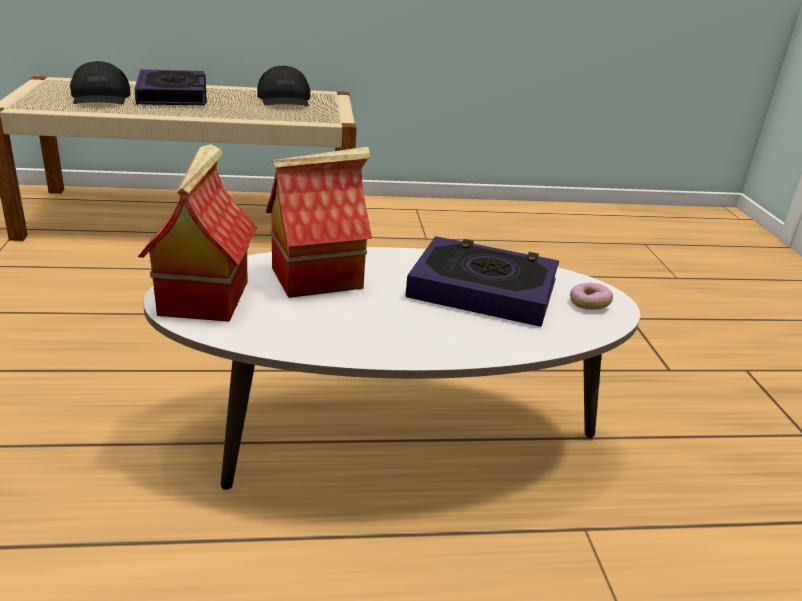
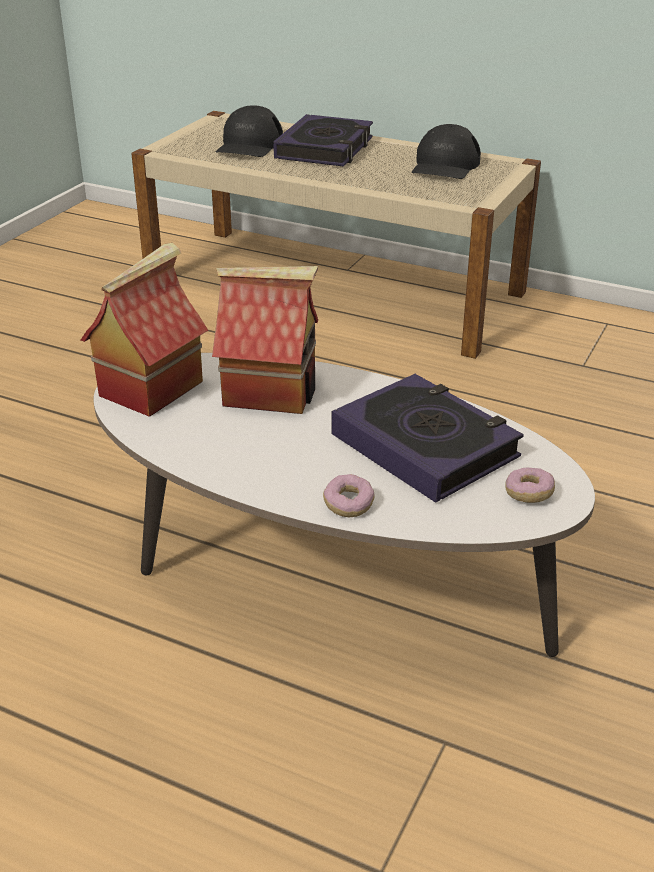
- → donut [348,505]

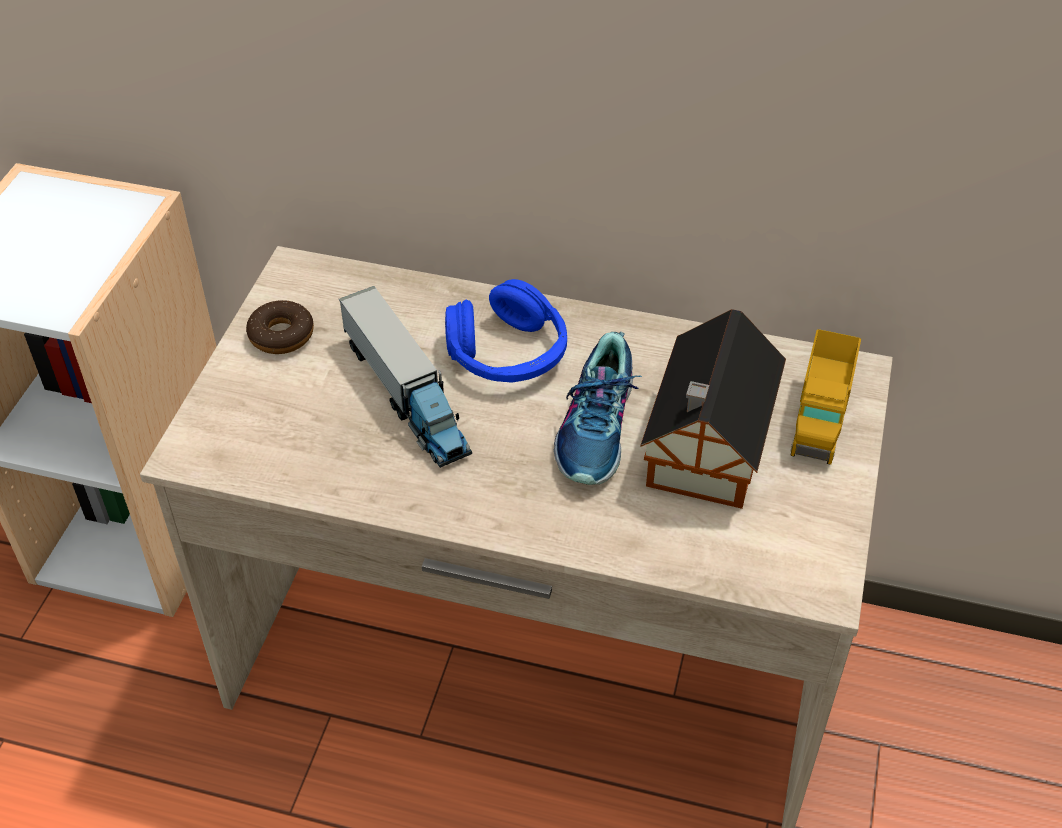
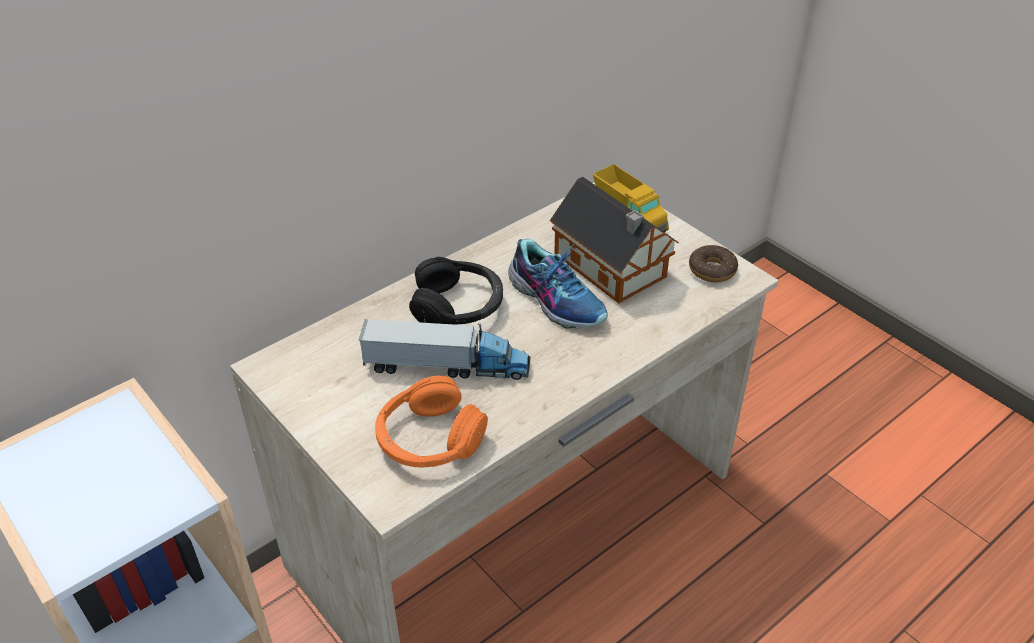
- → orange_pair_of_headphones [429,439]
blue_pair_of_headphones [507,354] → blackish_pair_of_headphones [458,306]
donut [281,335] → donut [712,270], moved

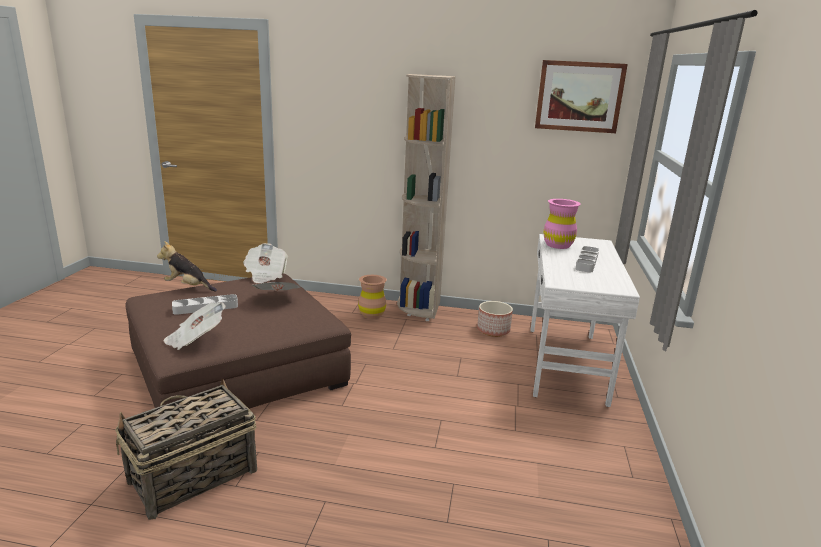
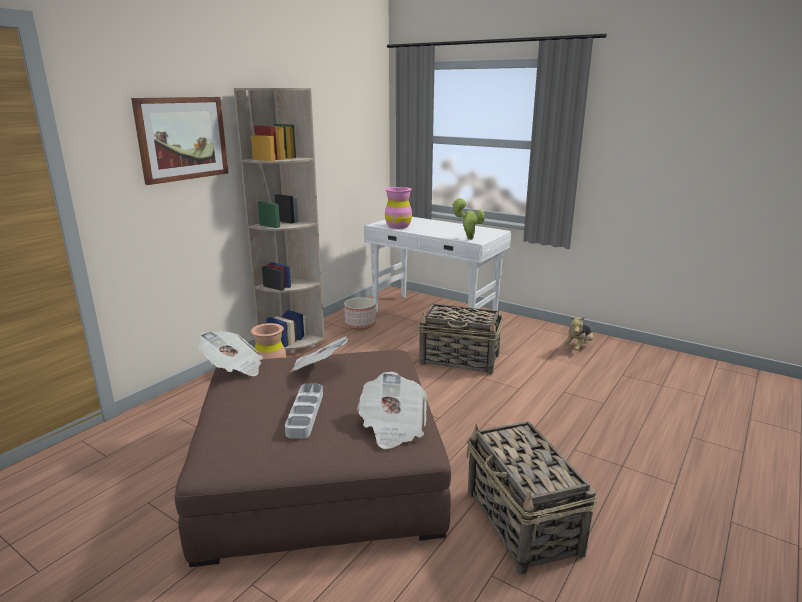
picture [579,96] → picture [182,138], moved
- → storage_basket [460,360]
- → potted_plant [468,238]
cuddly_toy [188,287] → cuddly_toy [578,347], moved
grey_tray [587,262] → -

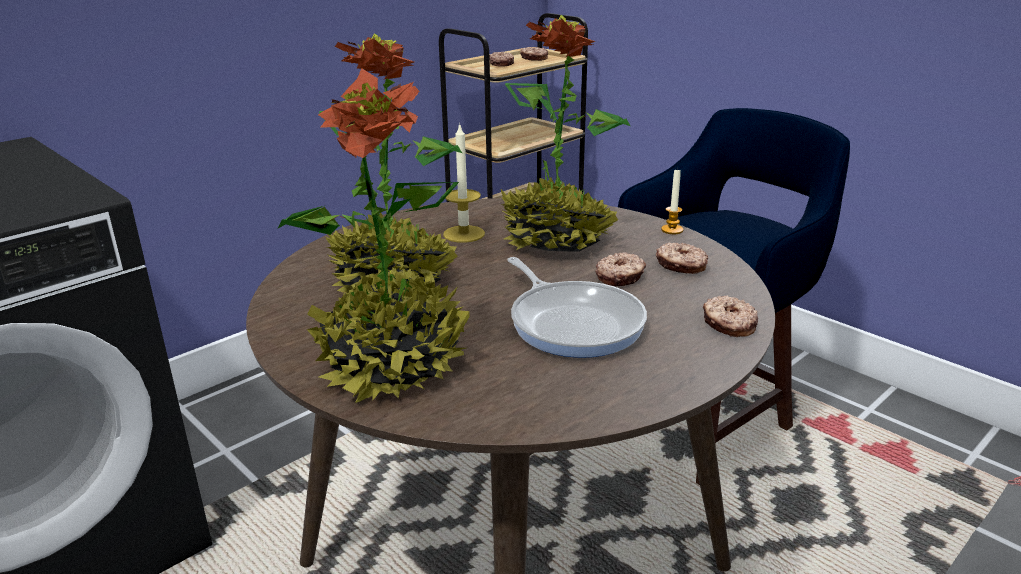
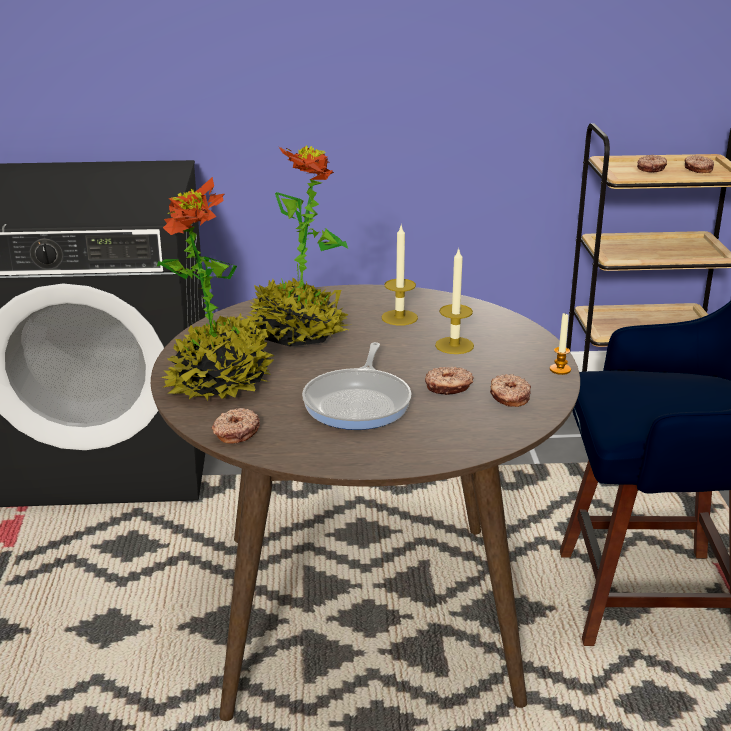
donut [728,324] → donut [235,432], moved
potted_plant [556,240] → candle [454,345]

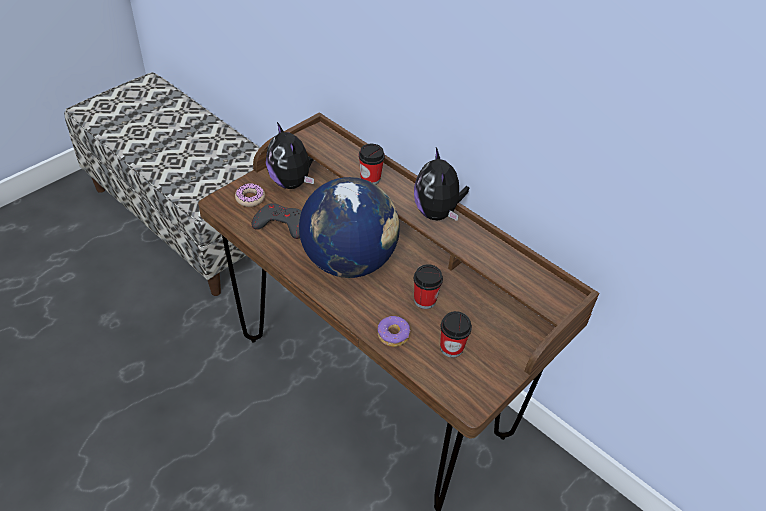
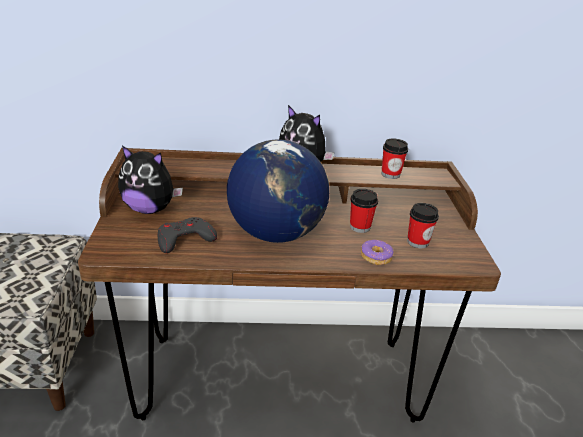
small_cup [370,179] → small_cup [390,174], moved
donut [250,198] → -

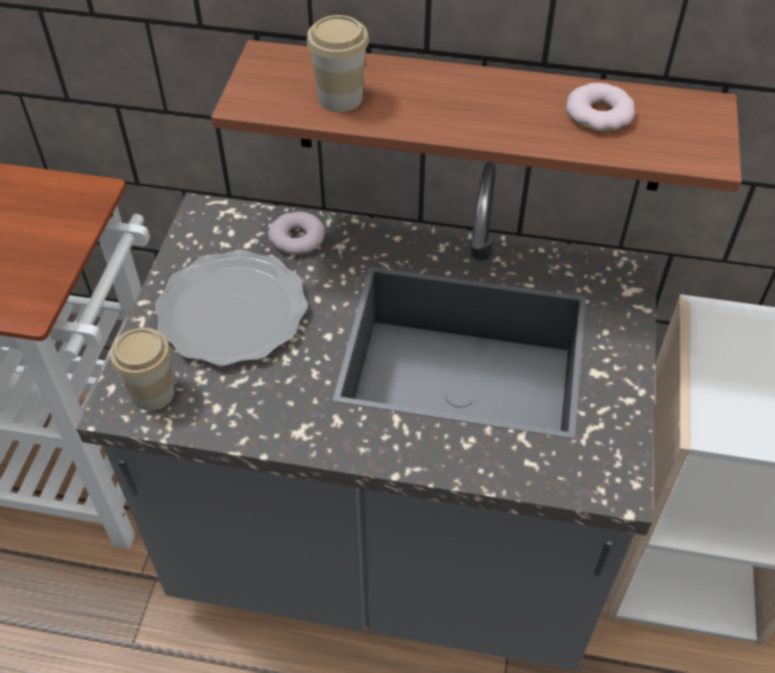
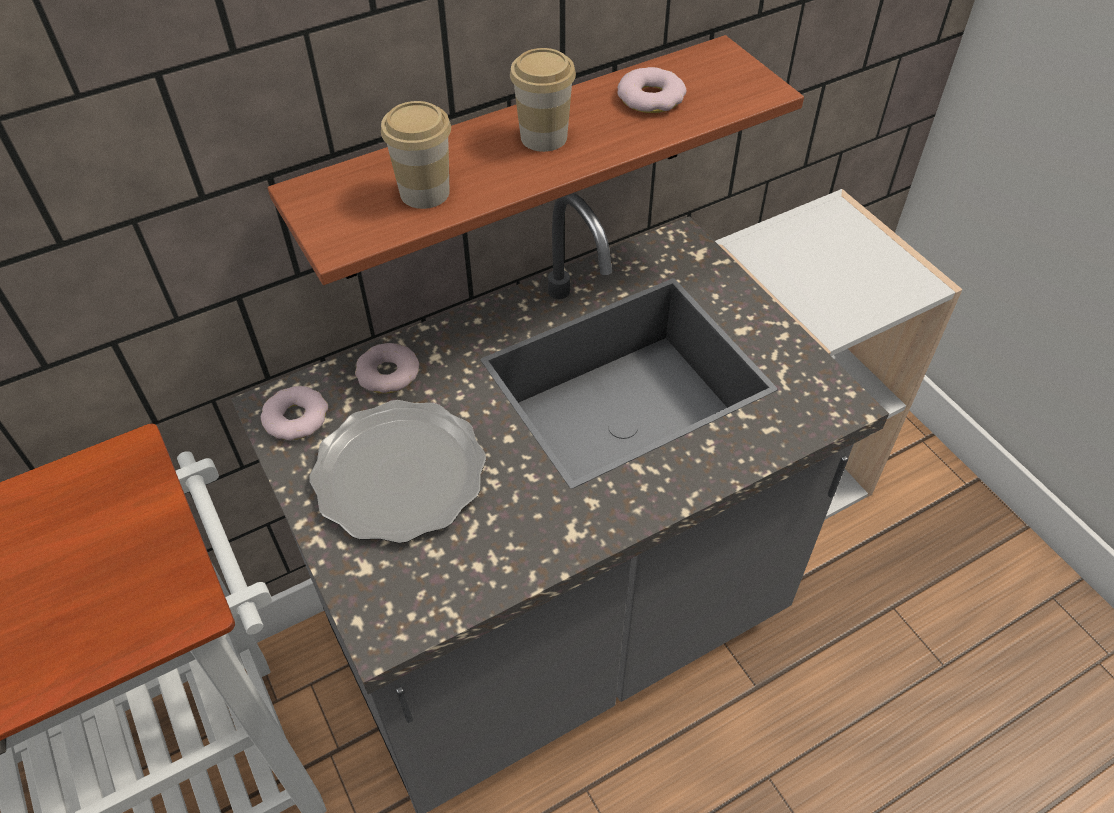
- → donut [296,418]
small_cup [153,393] → small_cup [543,137], moved

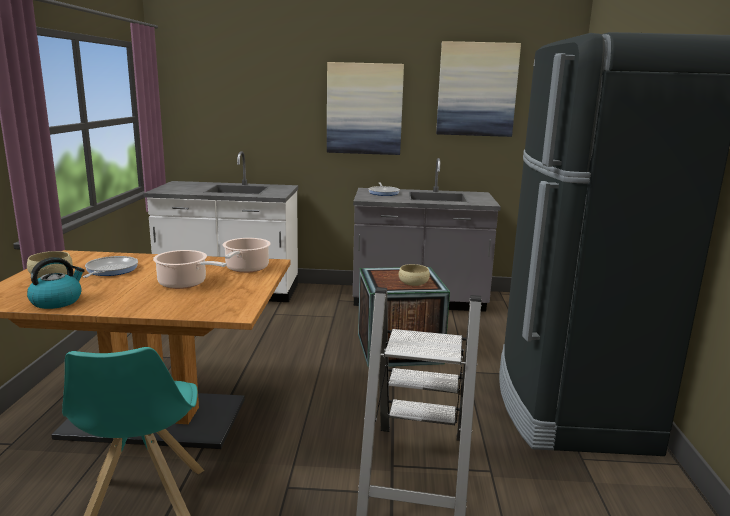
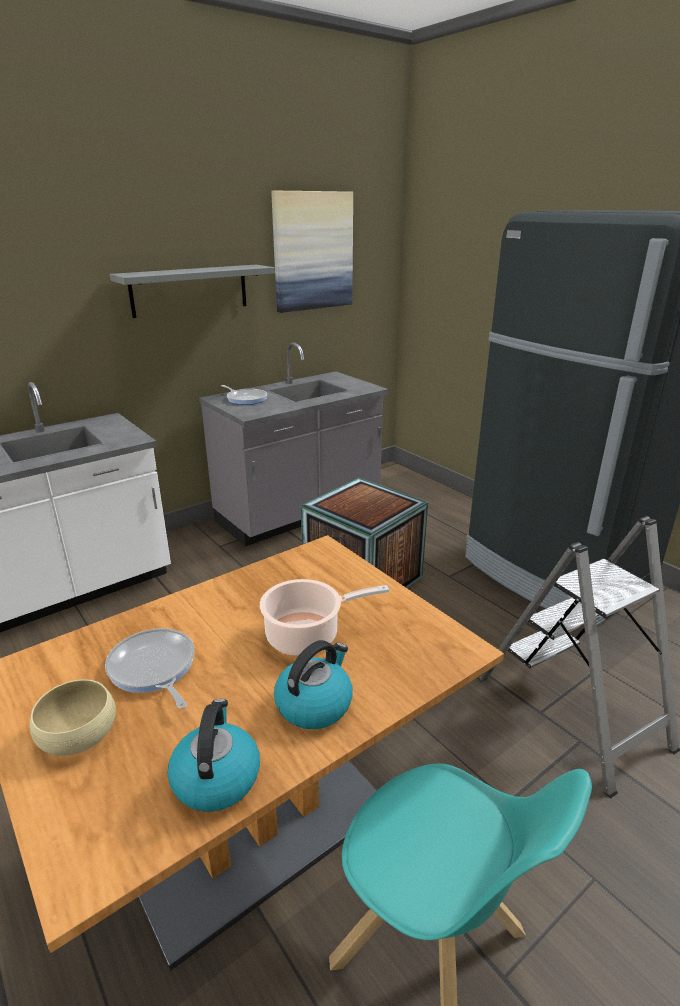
picture [364,109] → grey_shelf [190,290]
- → kettle [314,704]
saucepot [246,269] → -
beige-coloured_bowl [413,283] → -

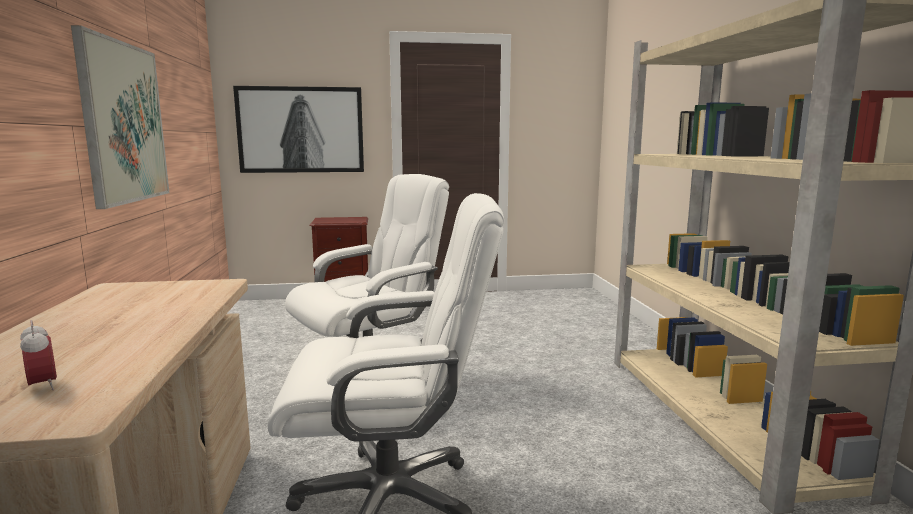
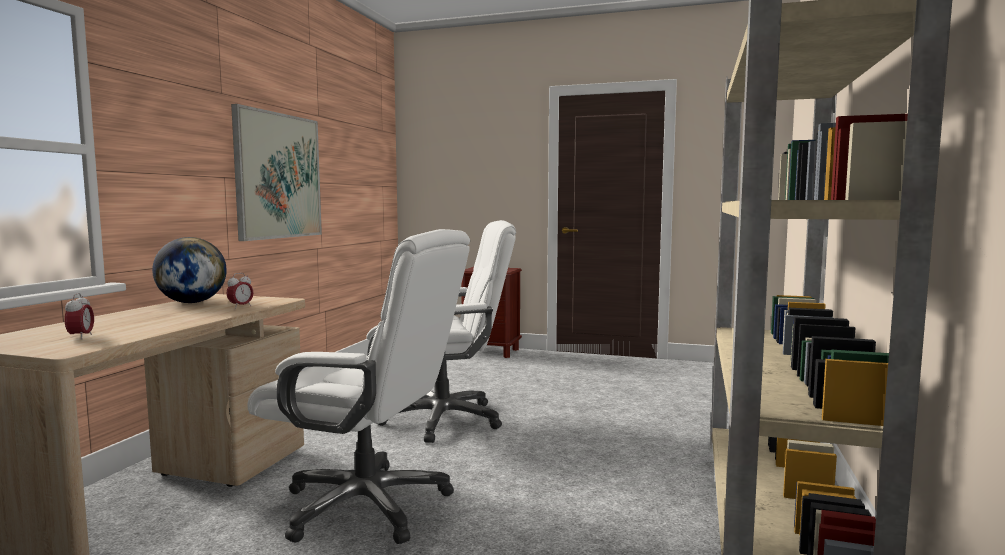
- → world_globe [192,302]
- → bedside_clock [240,307]
picture [300,130] → -

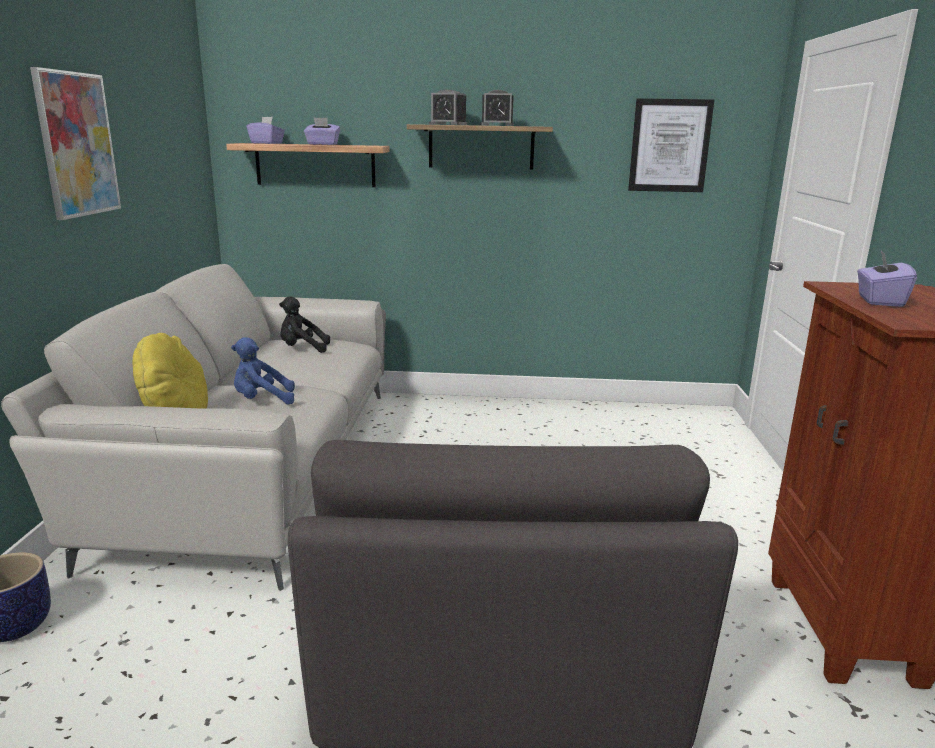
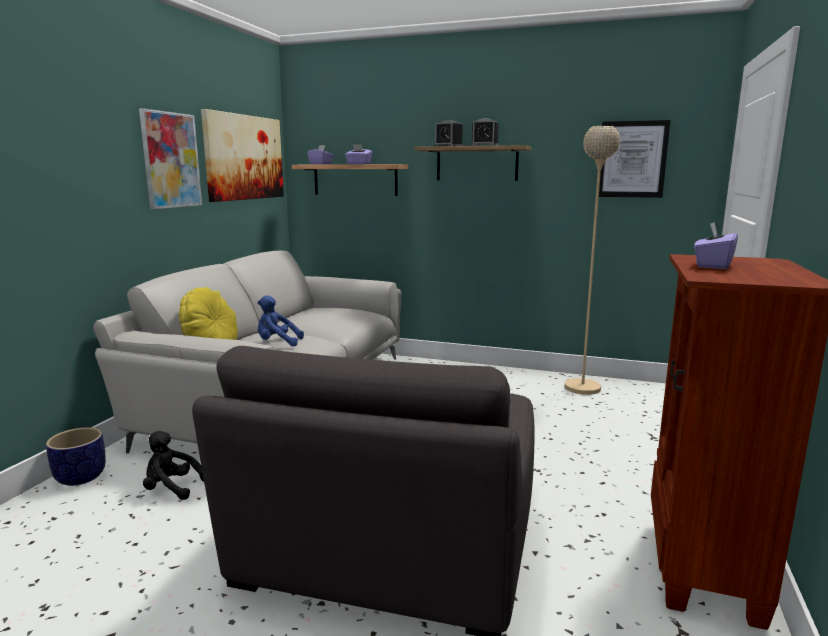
blackish_cuddly_toy [302,349] → blackish_cuddly_toy [172,489], moved
- → picture [244,157]
- → beige-coloured_standing_lamp [582,388]

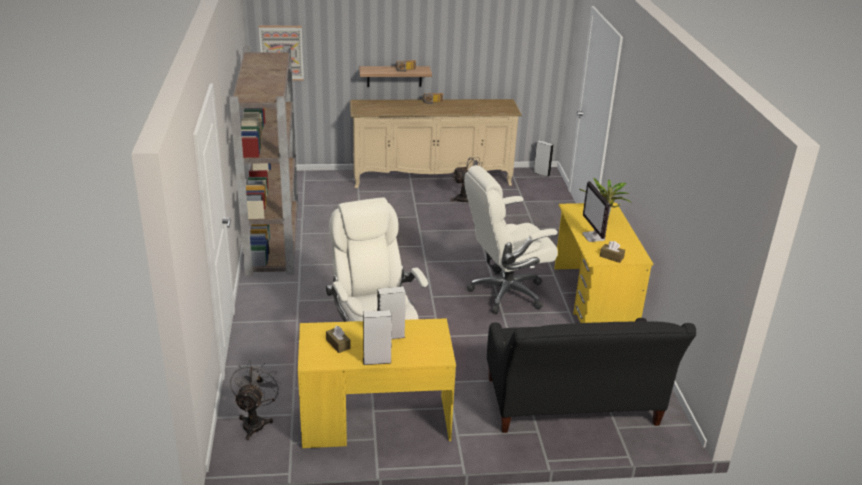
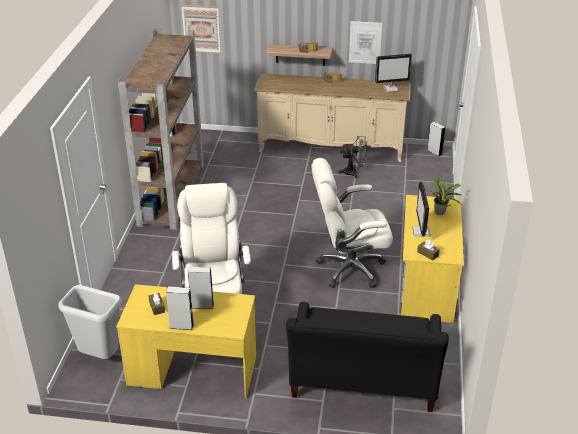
grey_fan [255,422] → grey_waste_bin [99,357]
- → picture [365,42]
- → computer_screen [391,88]

